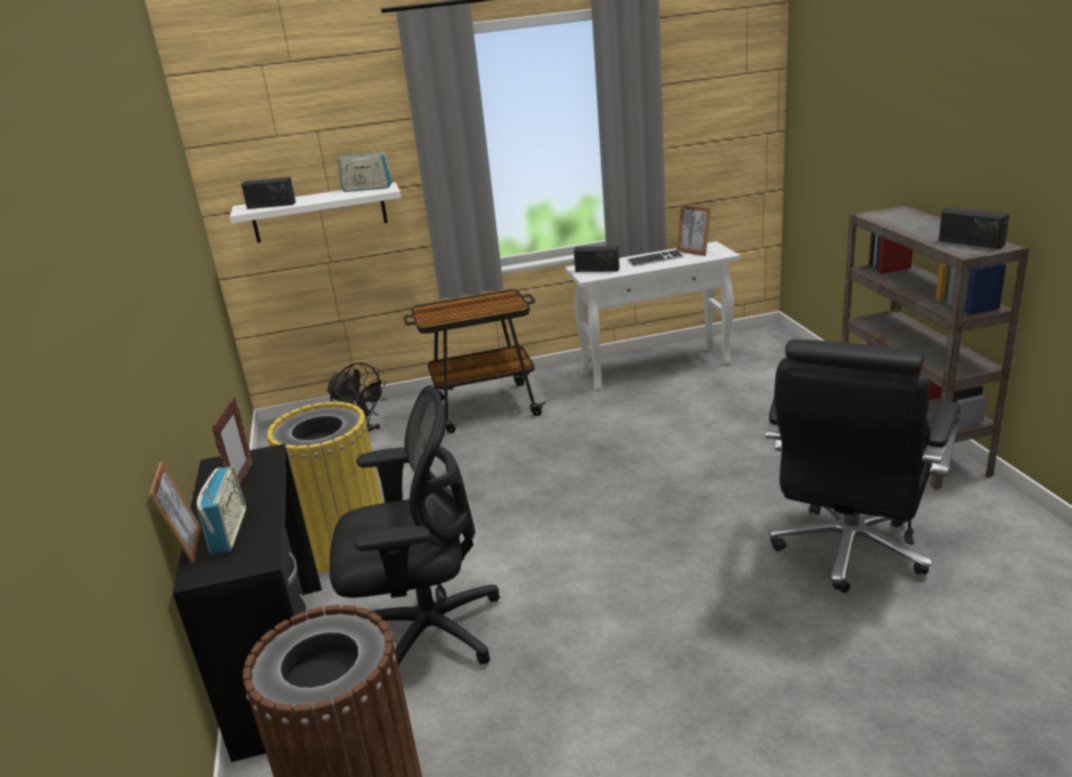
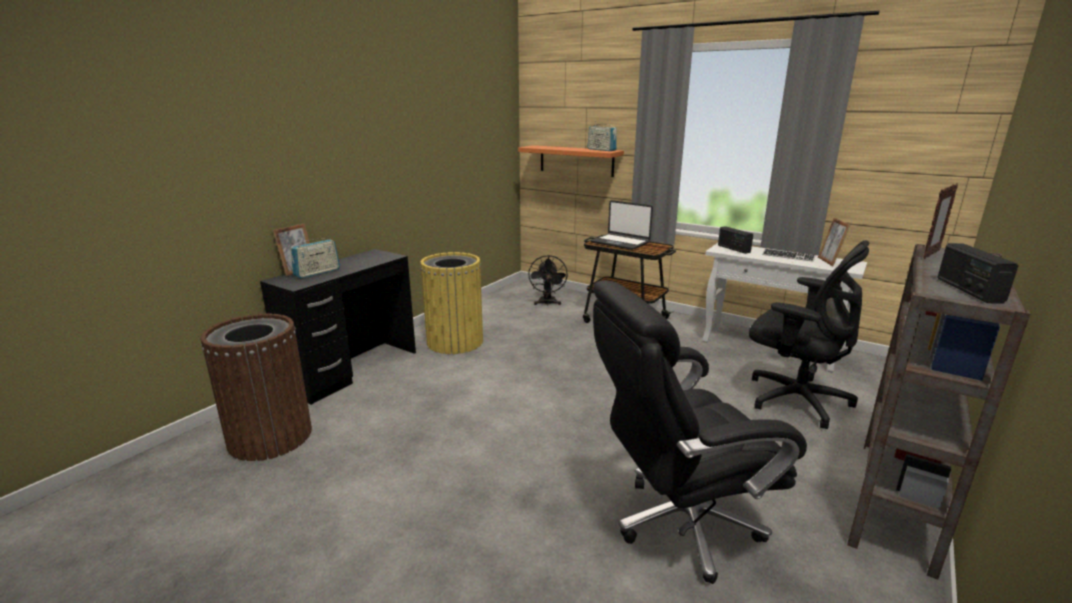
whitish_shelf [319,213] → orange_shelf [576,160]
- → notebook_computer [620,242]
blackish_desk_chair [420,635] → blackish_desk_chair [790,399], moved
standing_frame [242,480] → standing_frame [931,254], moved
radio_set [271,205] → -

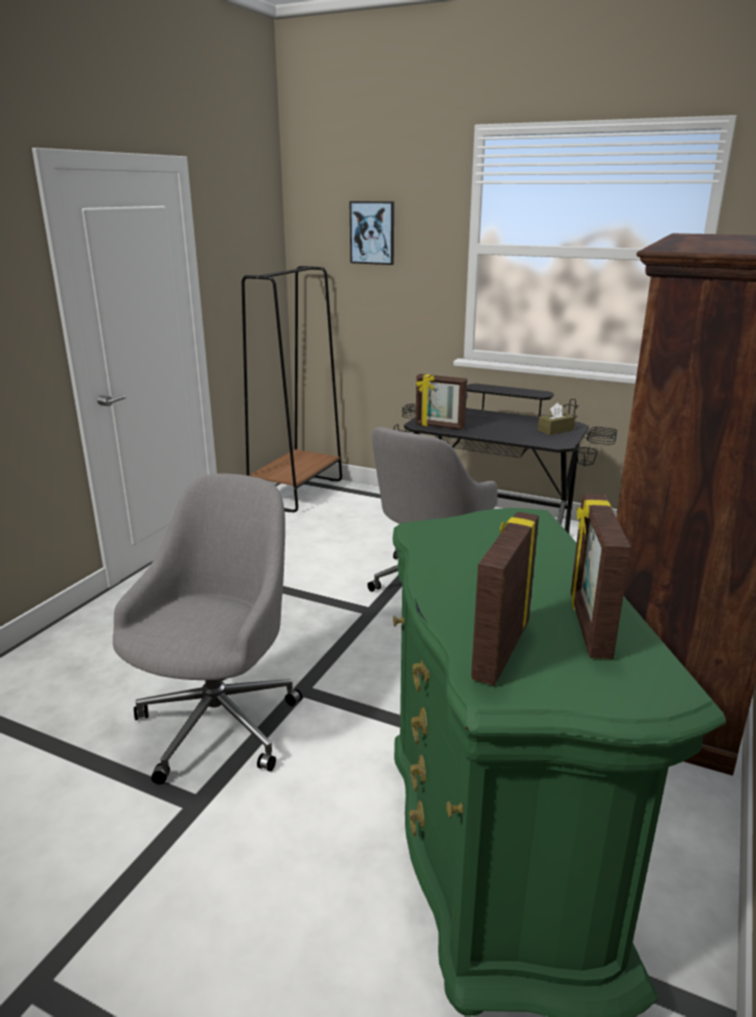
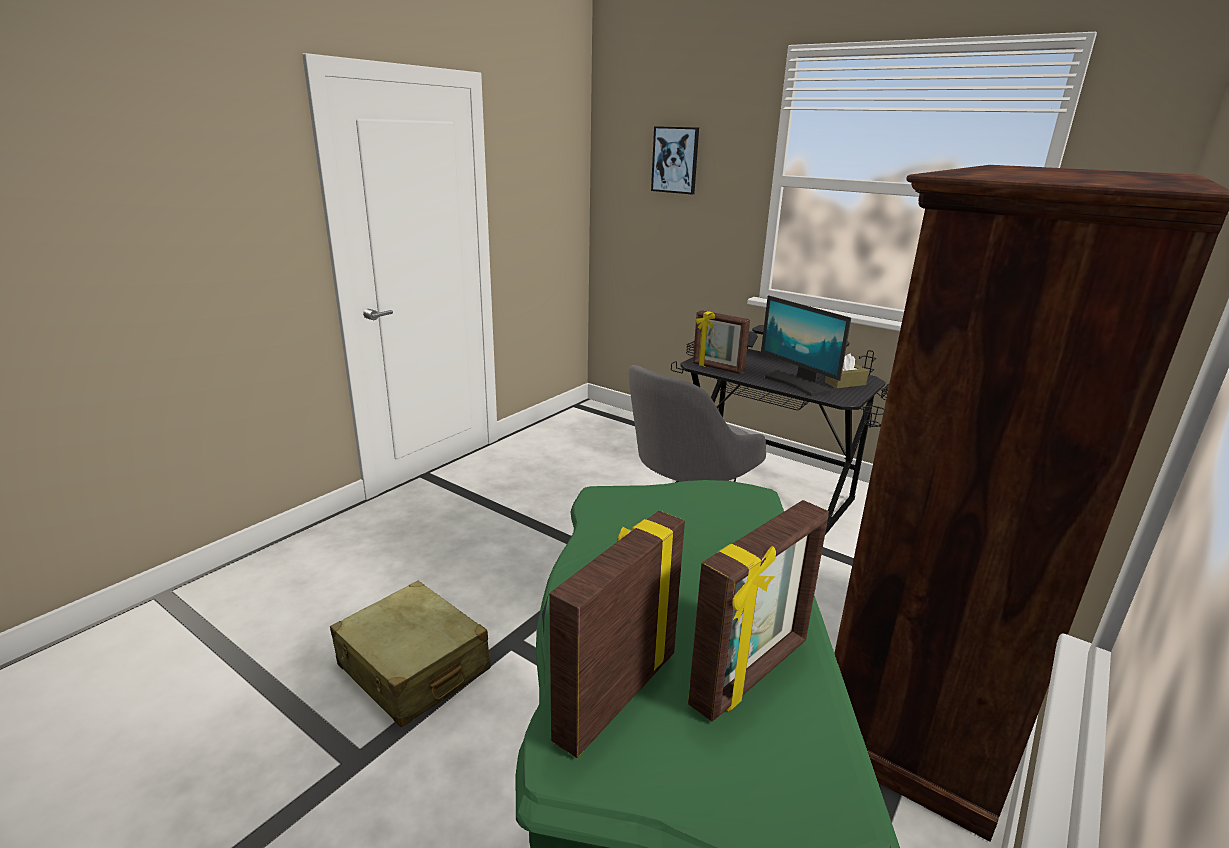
grey_desk_chair [218,724] → beige-coloured_suitcase [413,668]
standing_frame [588,626] → standing_frame [752,674], 150 degrees counterclockwise
- → computer_screen [797,384]
garment_rack [296,492] → -

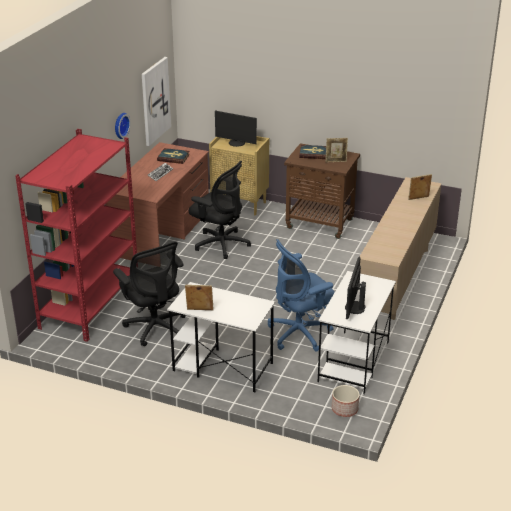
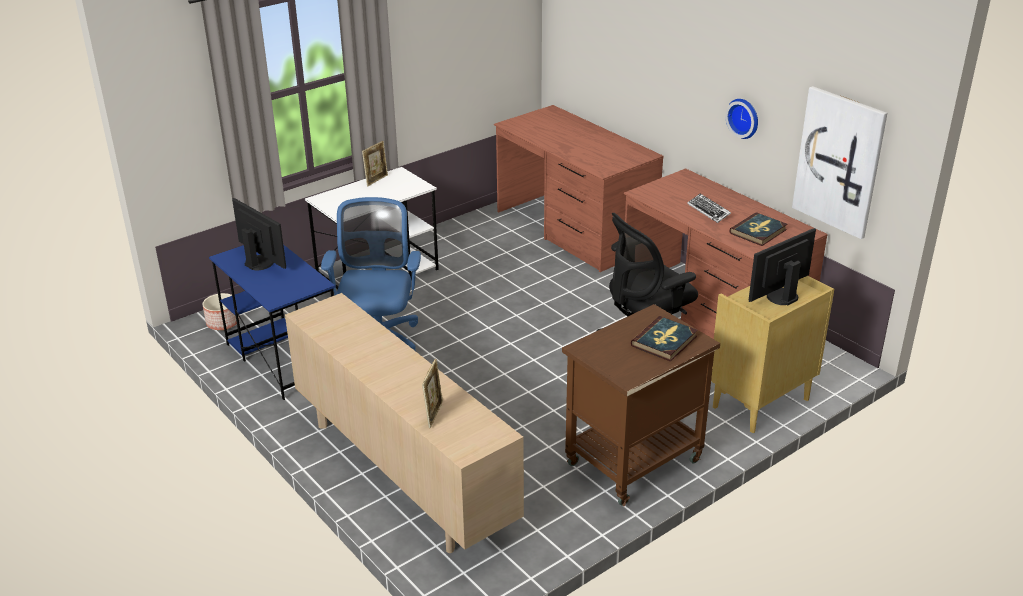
whitish_desk_table [353,362] → blue_desk_table [282,358]
red_bookshelf [90,305] → brown-coloured_desk_table [574,229]
blackish_desk_chair [153,325] → -
standing_frame [336,161] → -

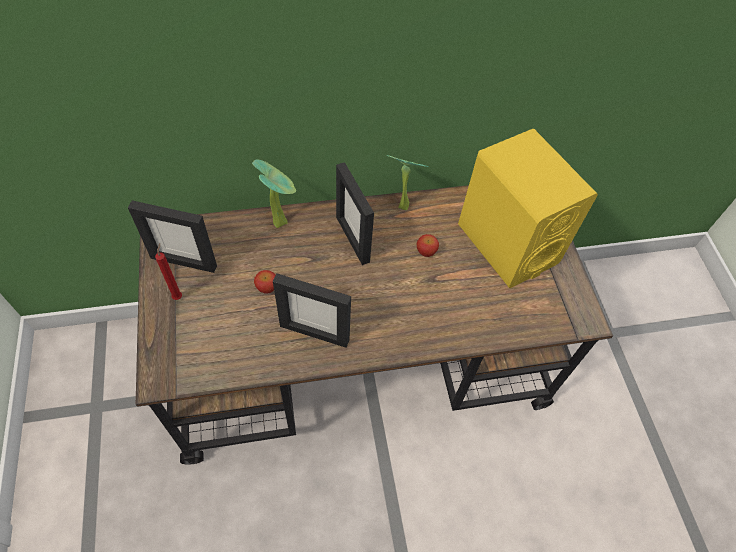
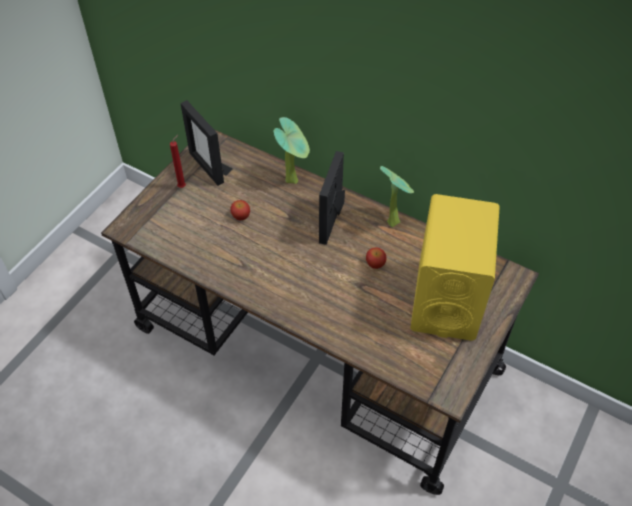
standing_frame [315,331] → -

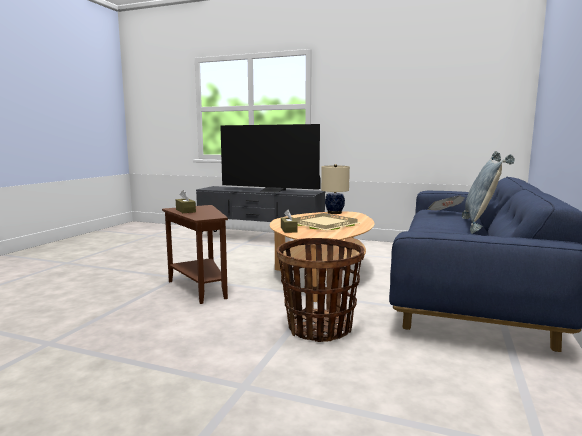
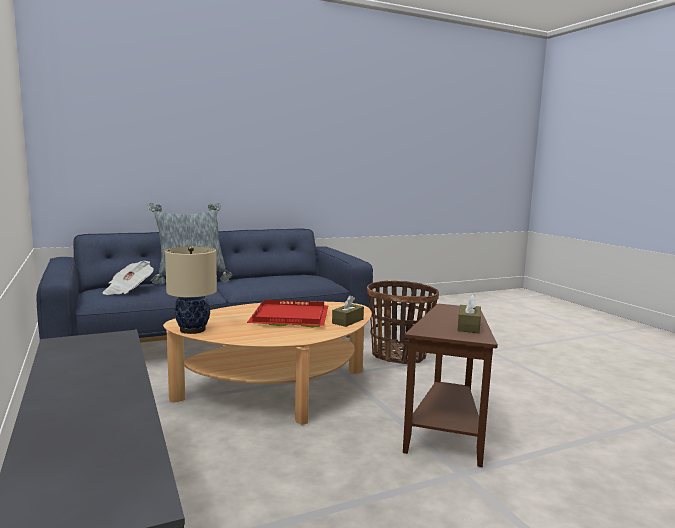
beige-coloured_tray [322,224] → red_tray [291,317]
television [271,191] → -

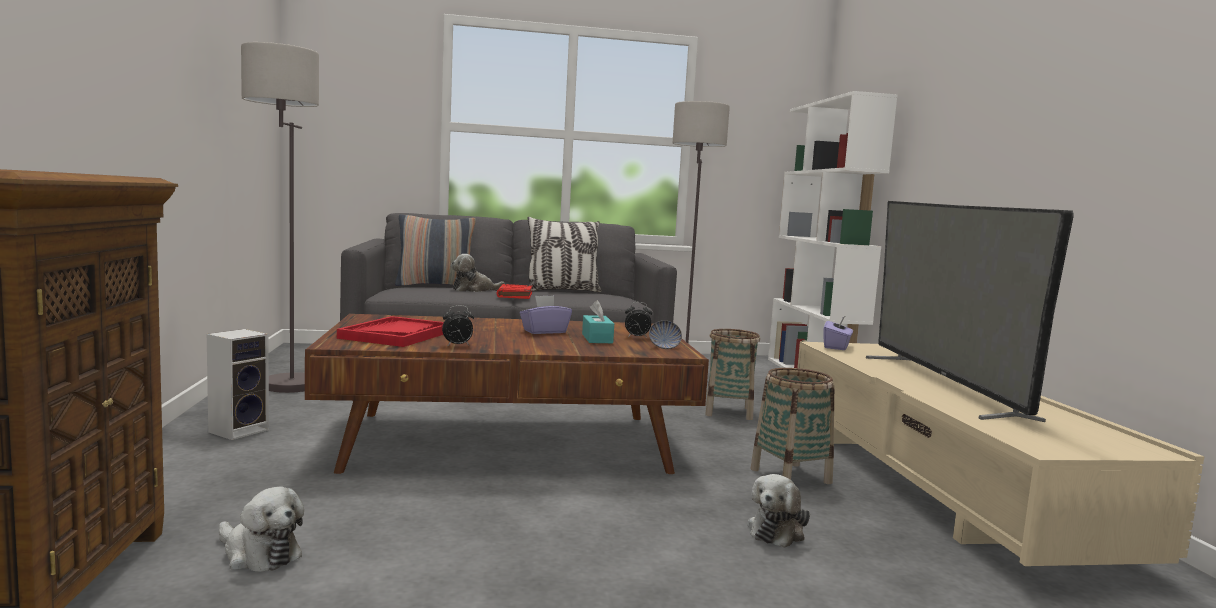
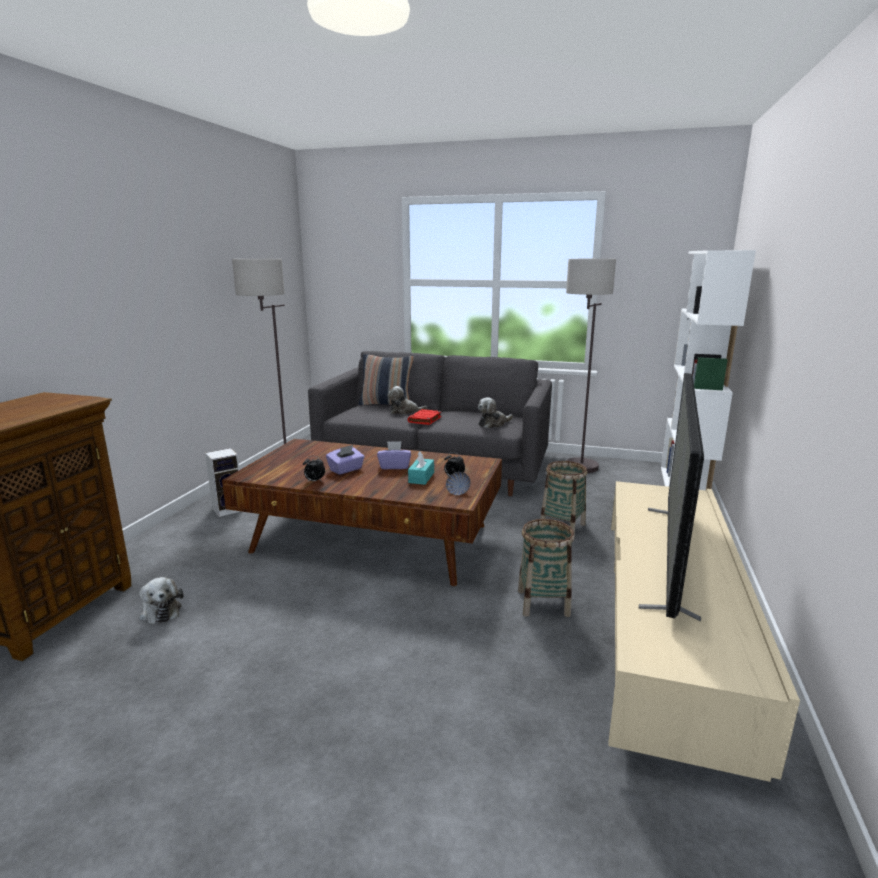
purplish_box_of_tissues [836,347] → purplish_box_of_tissues [346,470], moved
cuddly_toy [778,531] → cuddly_toy [493,424], moved
red_tray [397,335] → -
pillow [562,291] → -

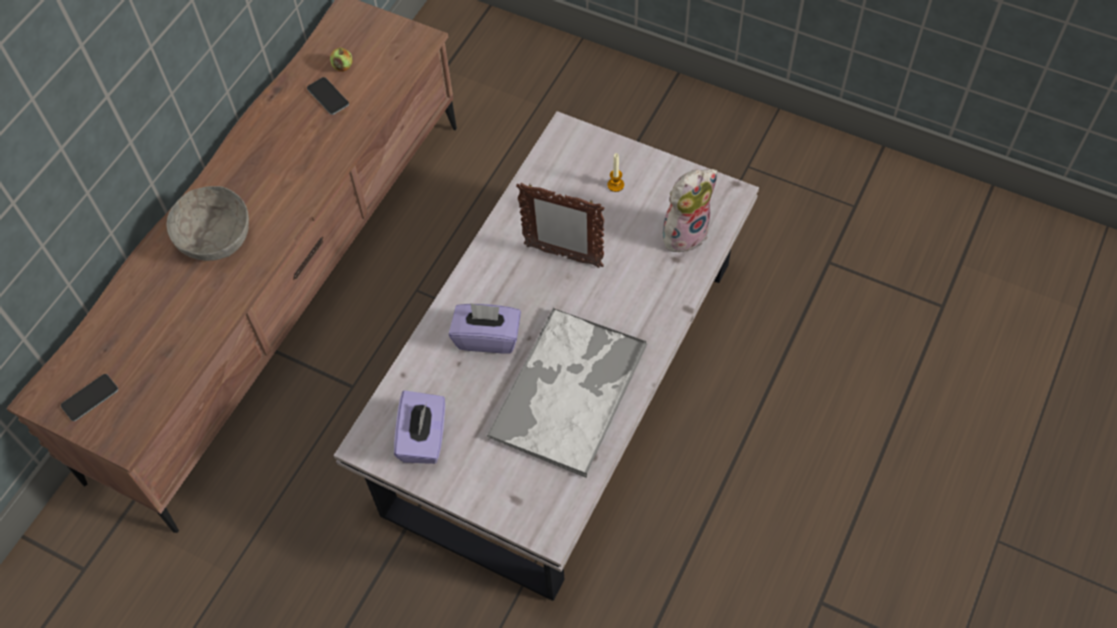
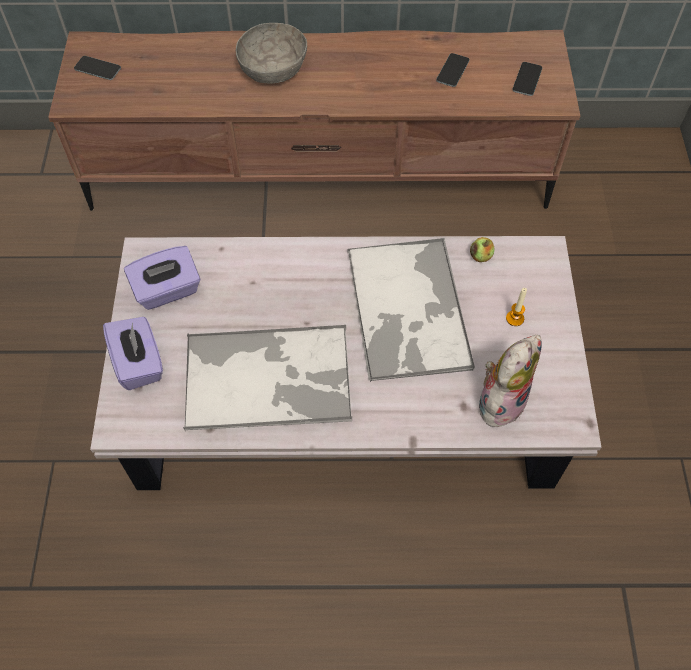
purplish_box_of_tissues [487,337] → purplish_box_of_tissues [139,363], moved
standing_frame [562,256] → tray [408,310]
apple_fruit [343,66] → apple_fruit [480,256], moved
cuddly_toy [684,232] → cuddly_toy [500,400], 75 degrees counterclockwise
- → handset [527,79]

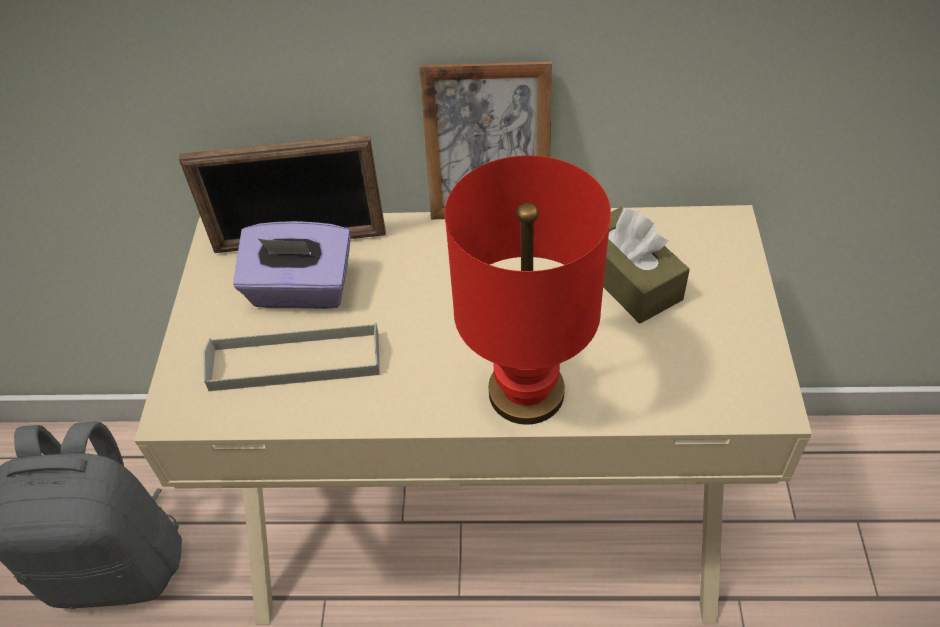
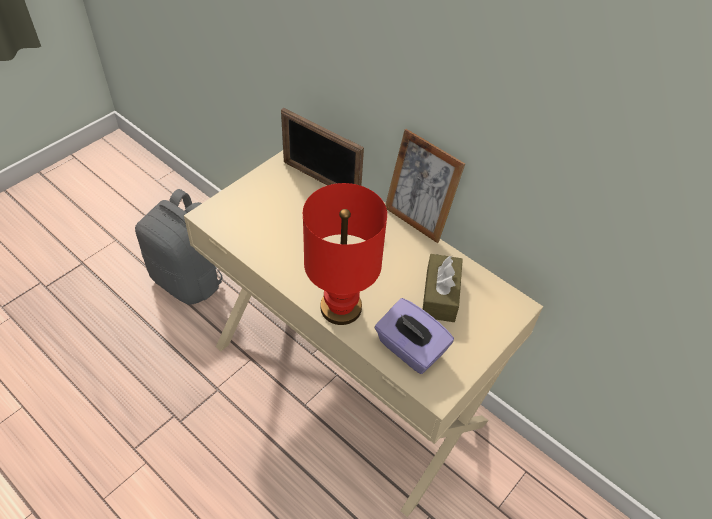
purplish_box_of_tissues [301,290] → purplish_box_of_tissues [410,349], moved
grey_tray [295,361] → -

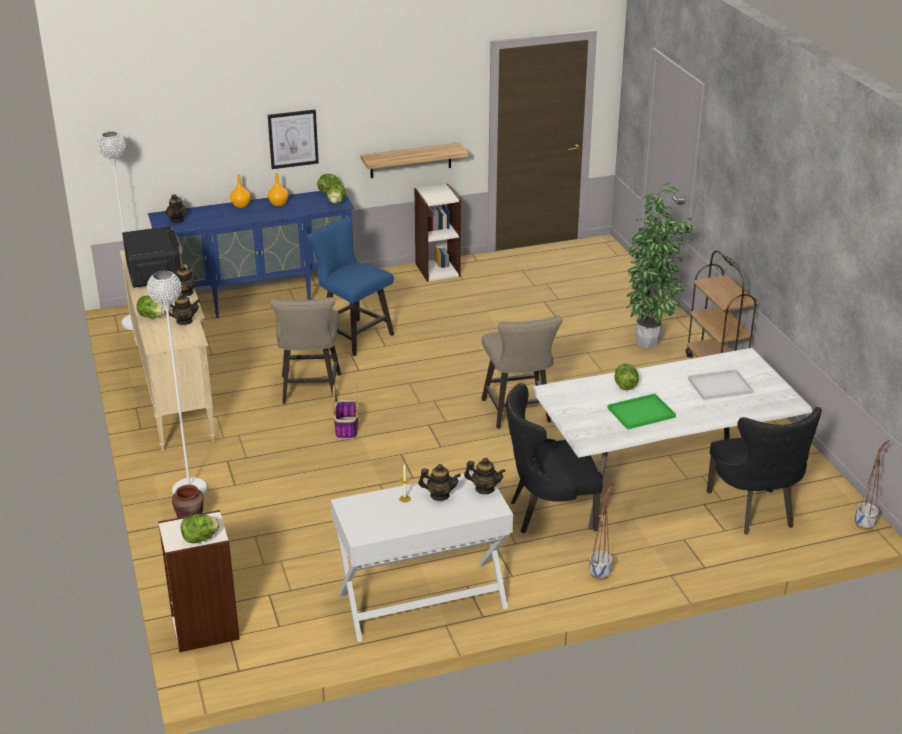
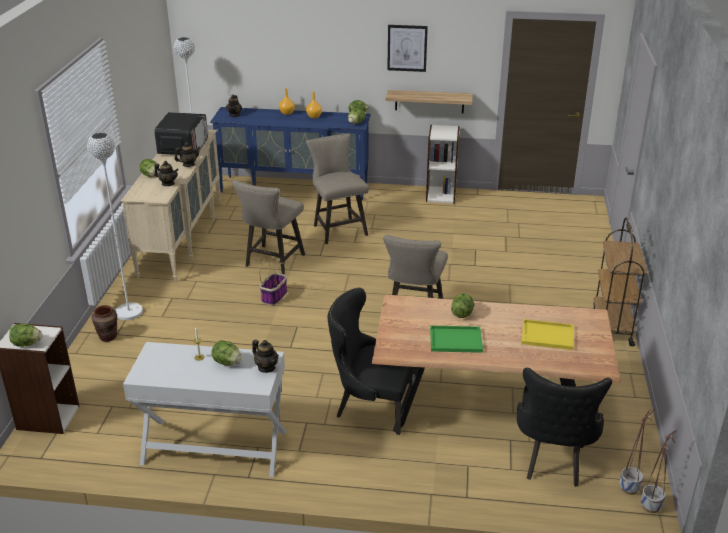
tea_pot [439,495] → head_of_lettuce [227,362]
blue_stool [353,335] → beige-coloured_stool [338,228]
whitish_dinner_table [661,482] → brown-coloured_dinner_table [487,409]
picture [293,139] → picture [407,48], moved
whitish_tray [721,385] → yellow-coloured_tray [548,335]
planter [599,573] → planter [629,488], moved
potted_plant [649,344] → -

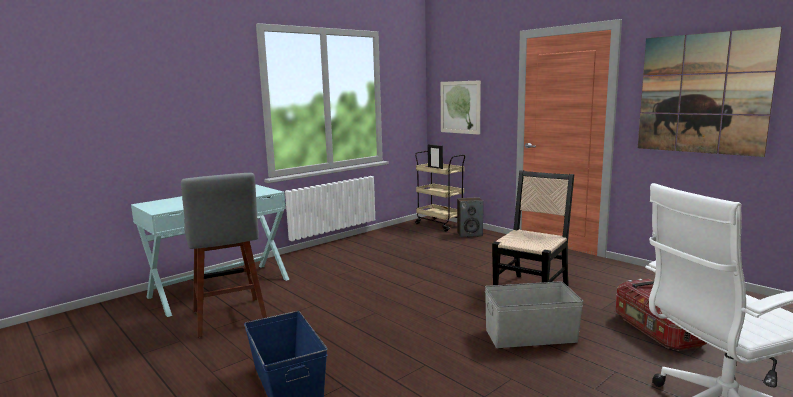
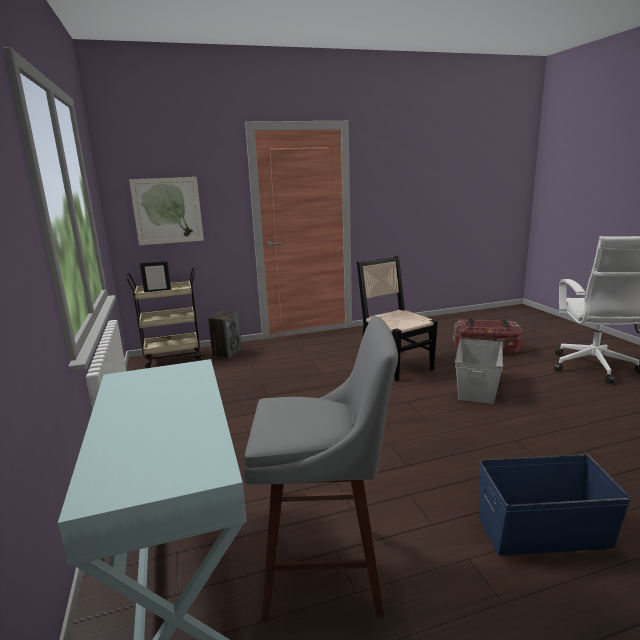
picture [702,94] → -

